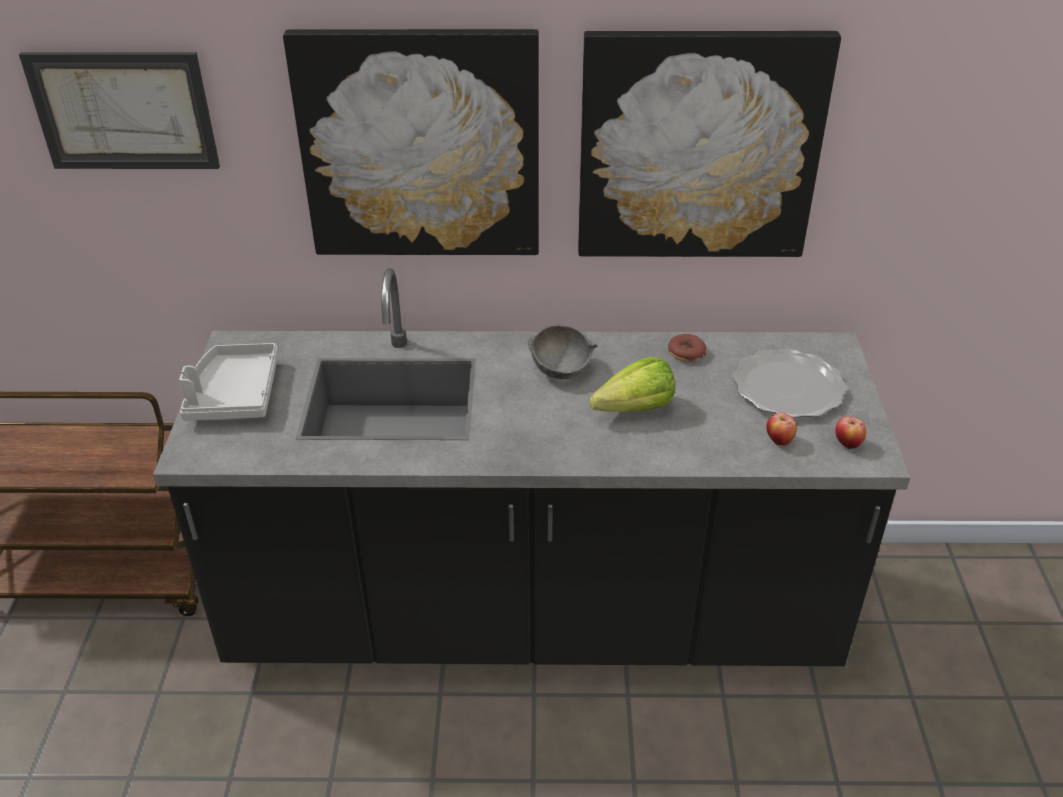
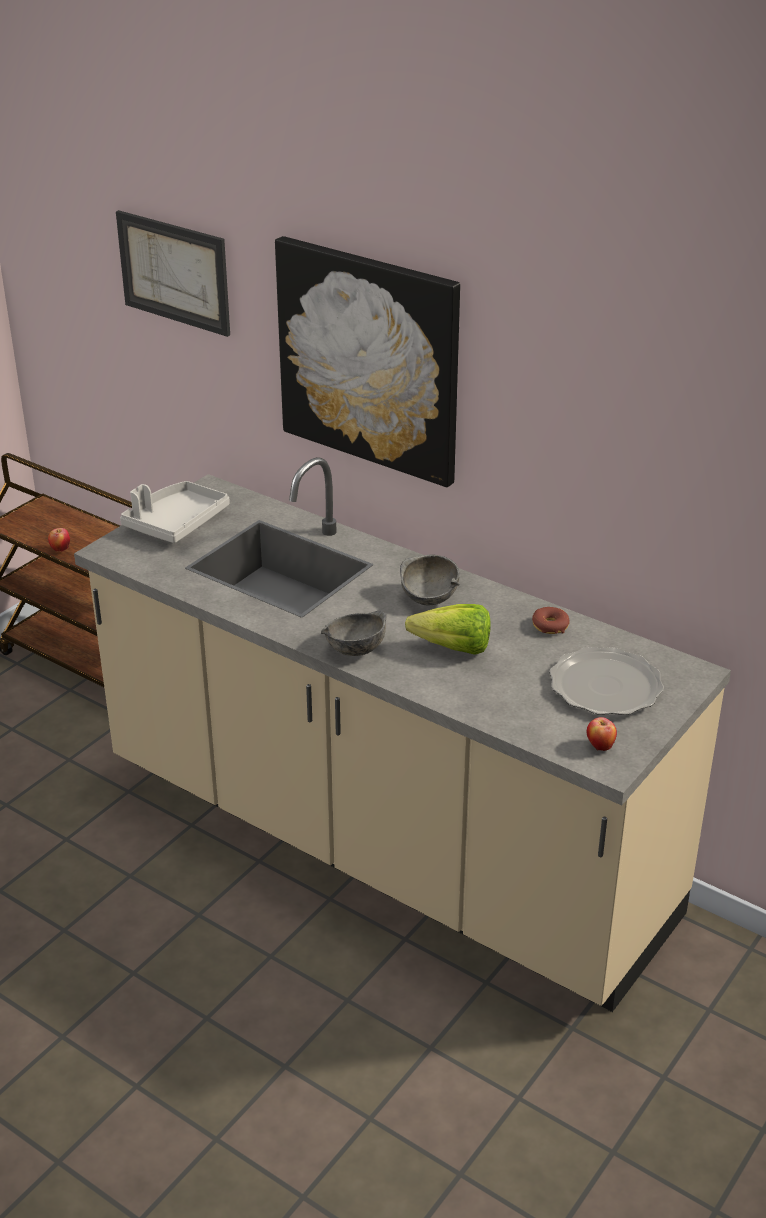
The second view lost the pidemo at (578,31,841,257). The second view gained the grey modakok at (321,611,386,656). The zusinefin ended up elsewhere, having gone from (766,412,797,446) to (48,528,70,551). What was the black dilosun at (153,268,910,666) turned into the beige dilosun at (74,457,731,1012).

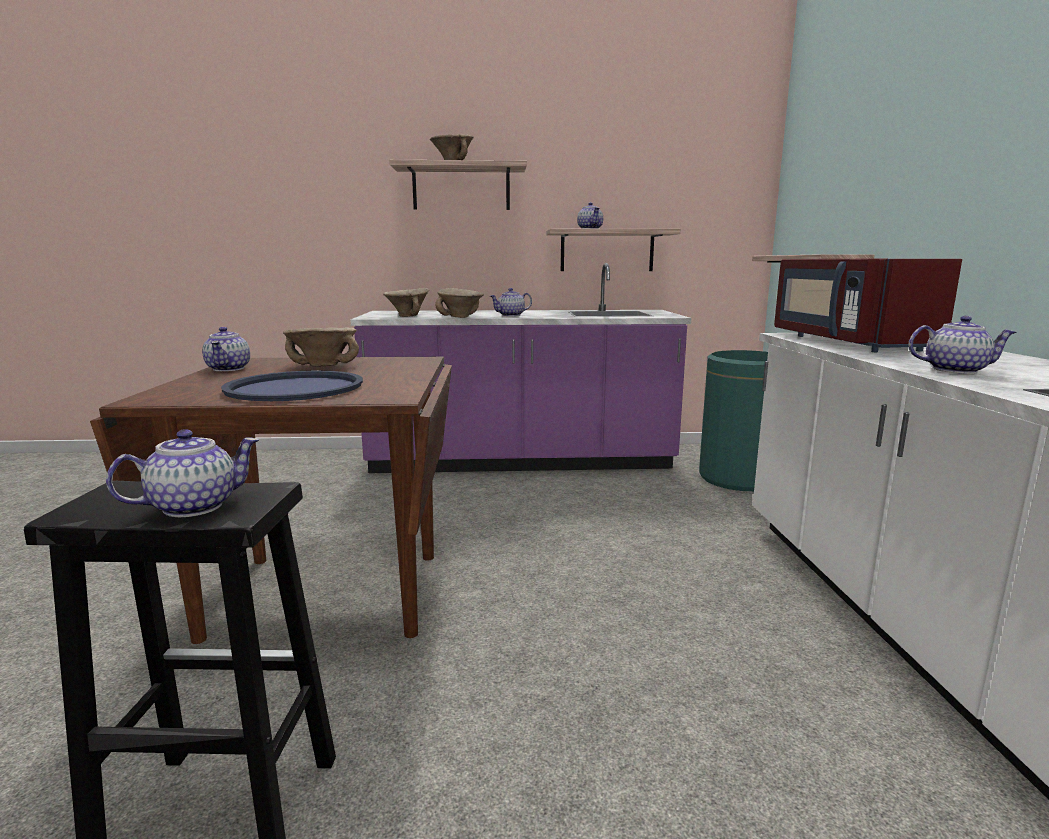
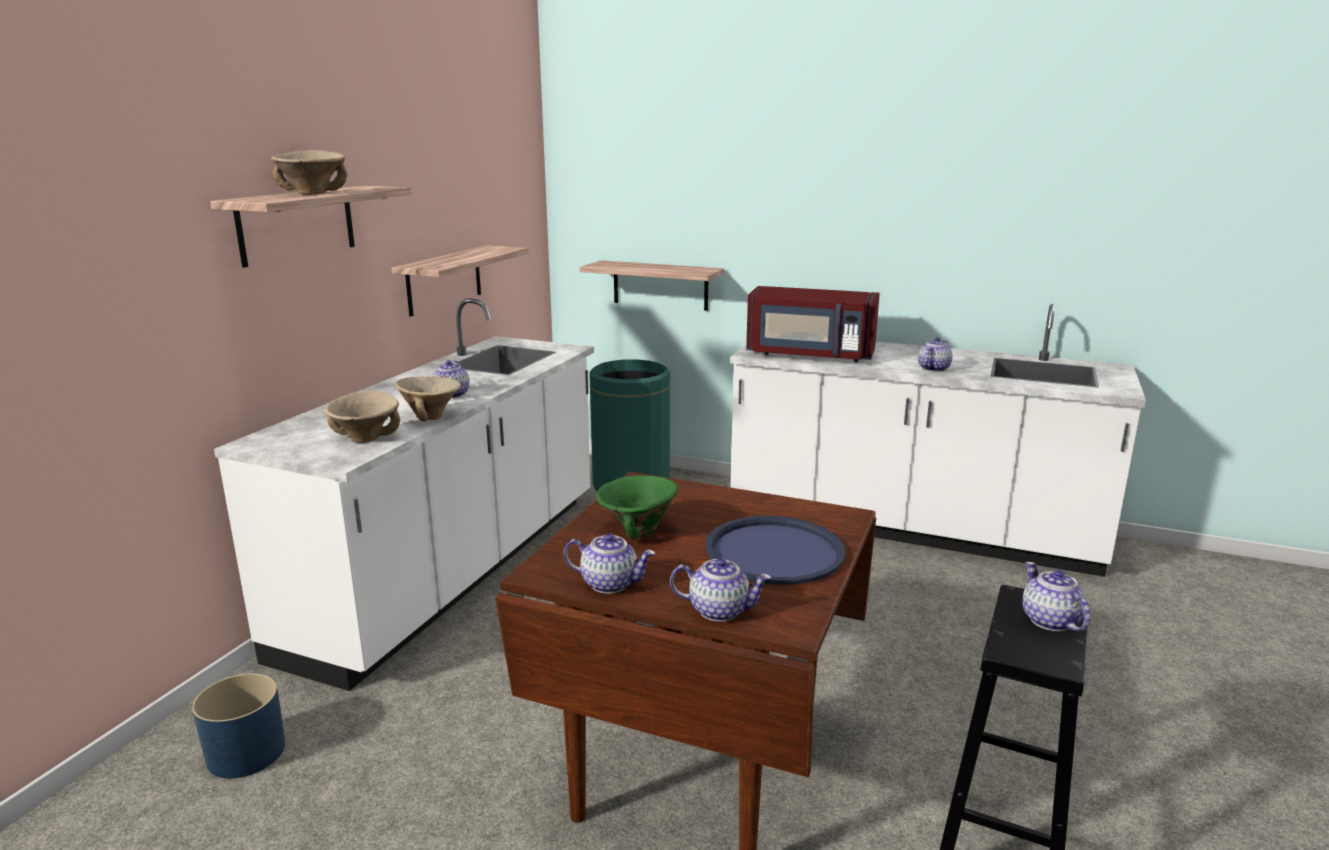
The second view gained the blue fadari at (192,673,285,779). The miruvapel ended up elsewhere, having gone from (577,202,603,229) to (670,558,771,622). What was the beige modakok at (283,328,359,366) turned into the green modakok at (597,475,679,540). What was the purple dilosun at (351,263,691,473) turned into the white dilosun at (214,298,594,691).

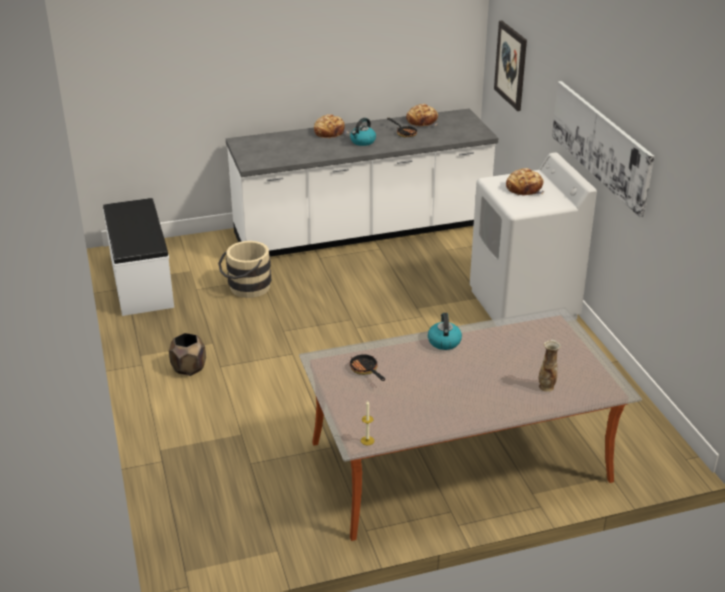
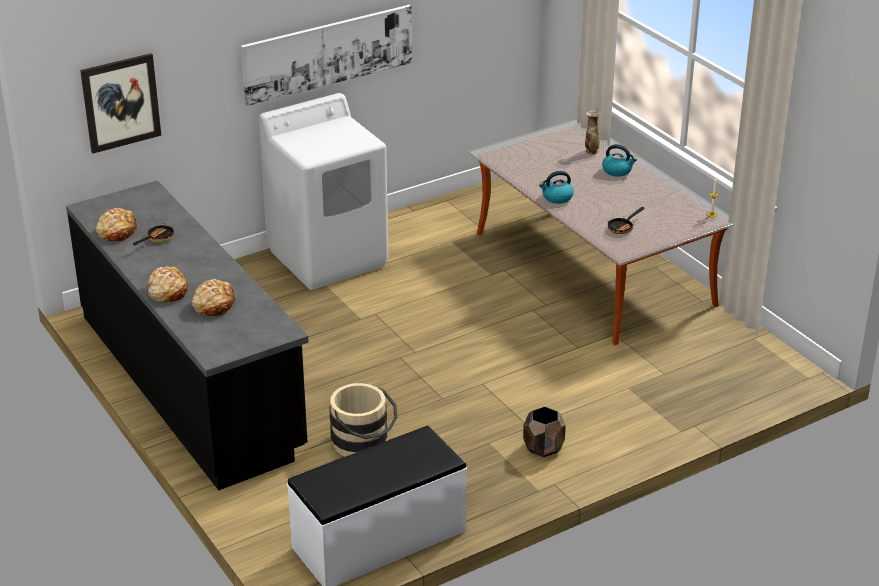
The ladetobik ended up elsewhere, having gone from (350,118,376,146) to (602,144,637,176). The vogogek ended up elsewhere, having gone from (506,168,544,195) to (192,279,235,316). What was the white dilosun at (226,109,498,257) turned into the black dilosun at (66,181,309,490).

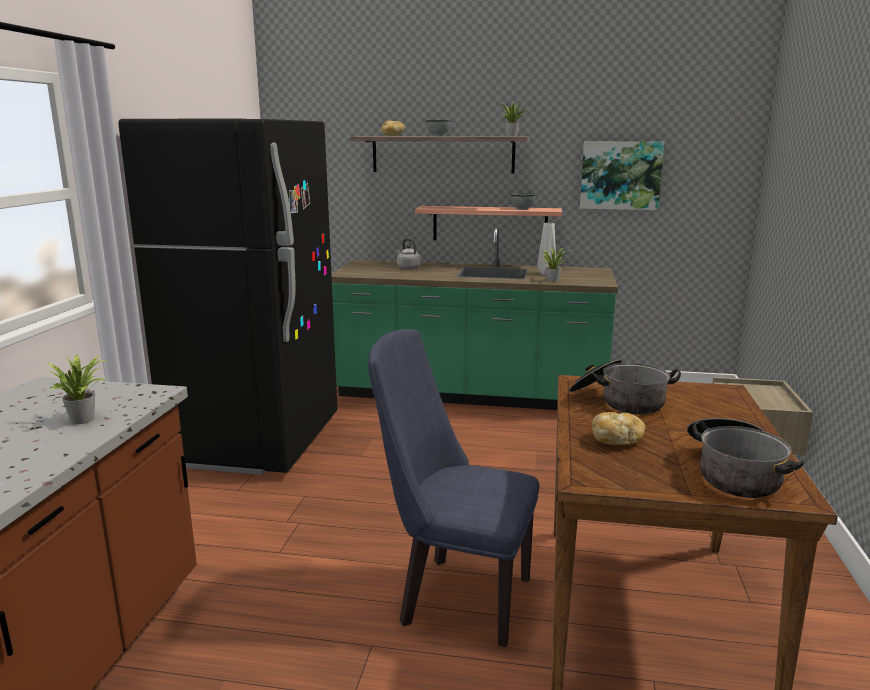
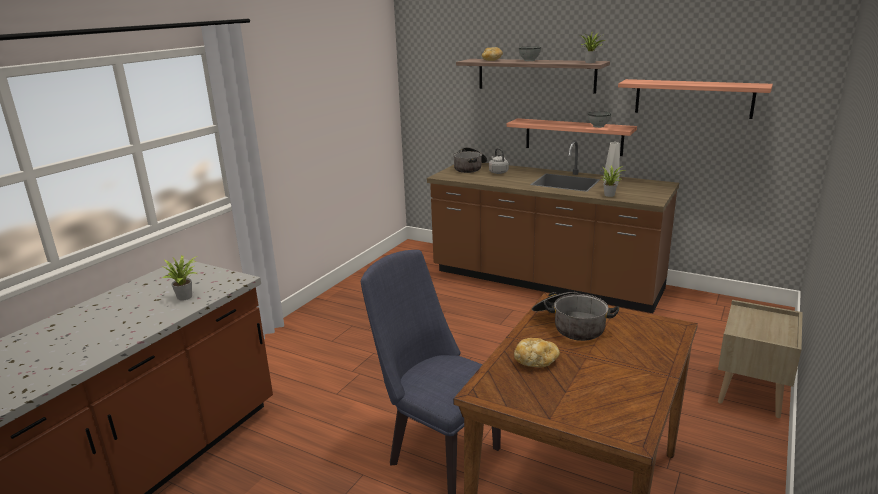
The second view lost the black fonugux at (118,118,337,475). The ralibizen ended up elsewhere, having gone from (687,418,804,498) to (453,147,487,173). Where the pidemo hung at (580,141,665,210), the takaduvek came to hang at (618,79,773,119). What was the green dilosun at (331,226,618,410) turned into the brown dilosun at (427,141,679,313).

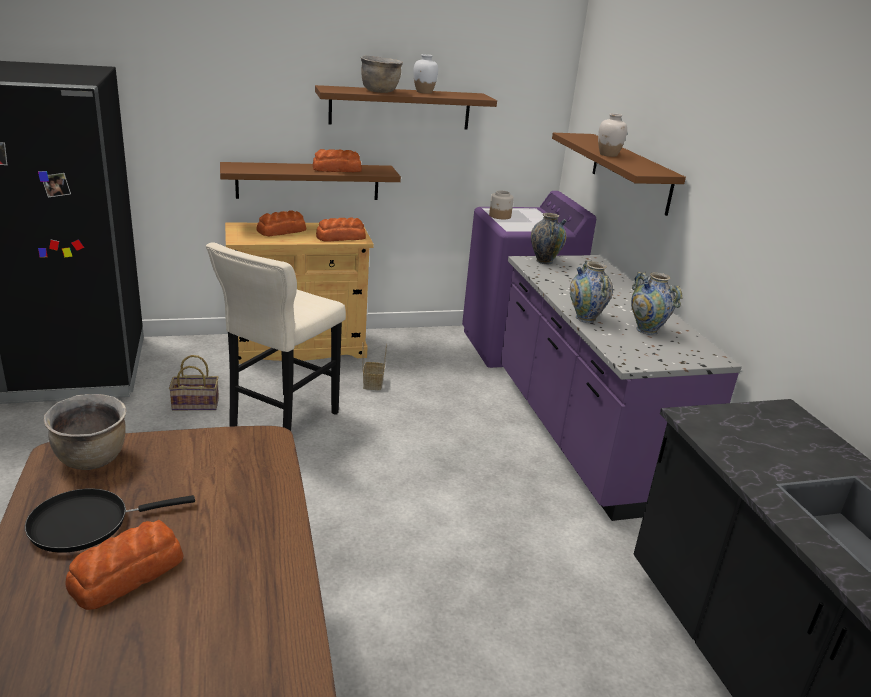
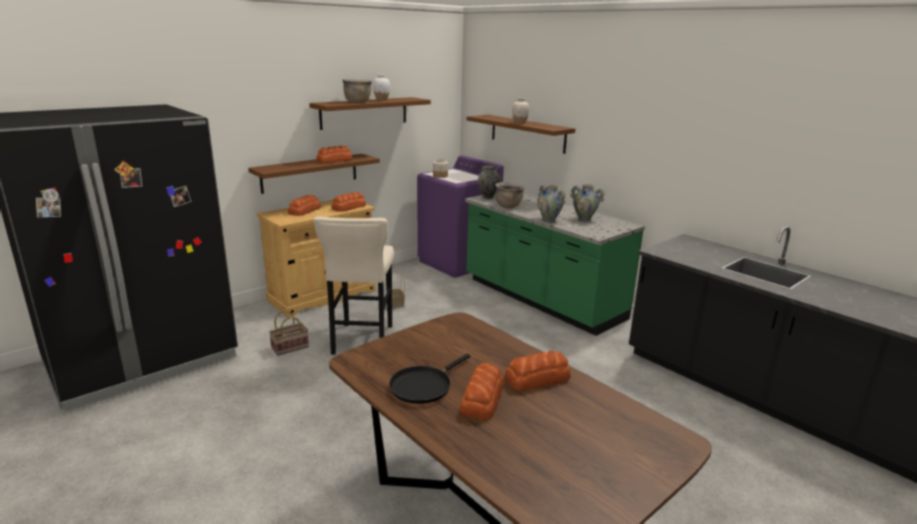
The second view gained the vogogek at (505,351,571,391). The brown ralibizen ended up elsewhere, having gone from (44,394,126,470) to (495,182,524,208). What was the purple dilosun at (500,255,742,521) turned into the green dilosun at (465,192,645,336).

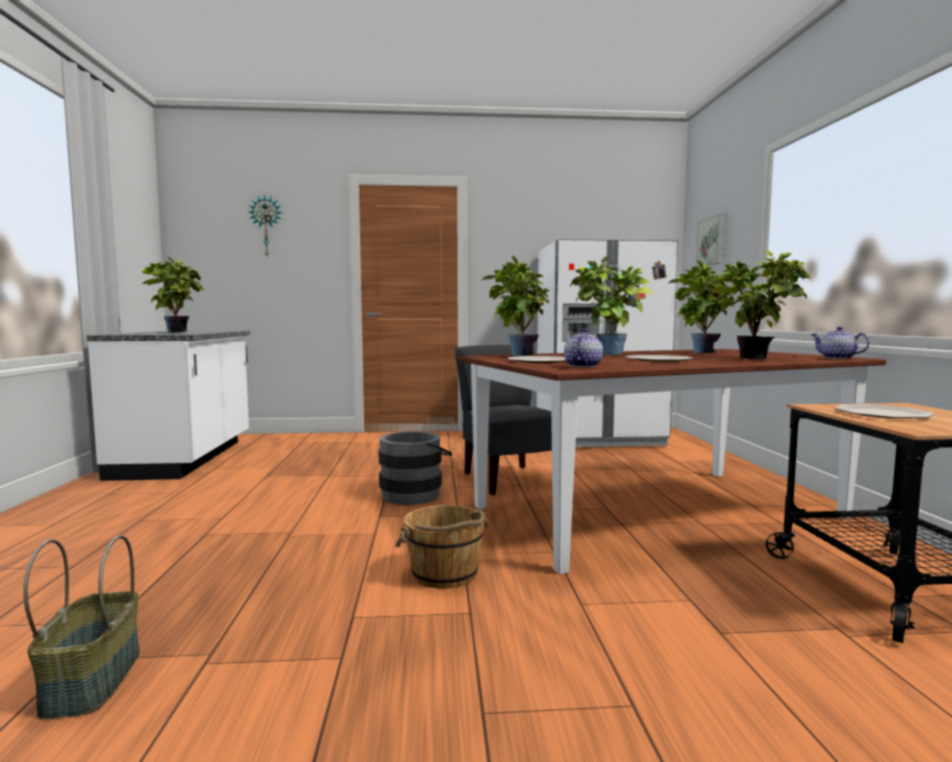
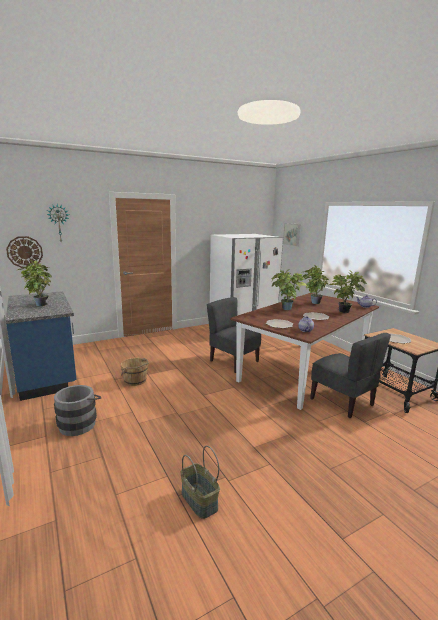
The second view lost the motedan at (482,255,550,356). The second view gained the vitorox at (6,236,43,268). The second view gained the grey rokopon at (310,333,391,418). The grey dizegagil ended up elsewhere, having gone from (379,431,452,505) to (54,385,101,436). The brown dizegagil ended up elsewhere, having gone from (395,505,488,588) to (121,358,149,386). What was the white dilosun at (87,331,250,481) turned into the blue dilosun at (6,291,77,401).

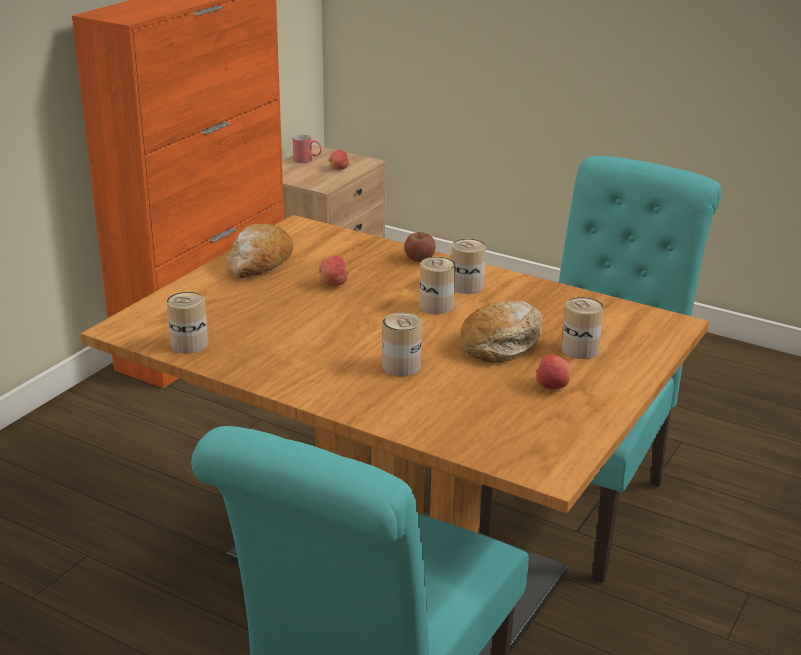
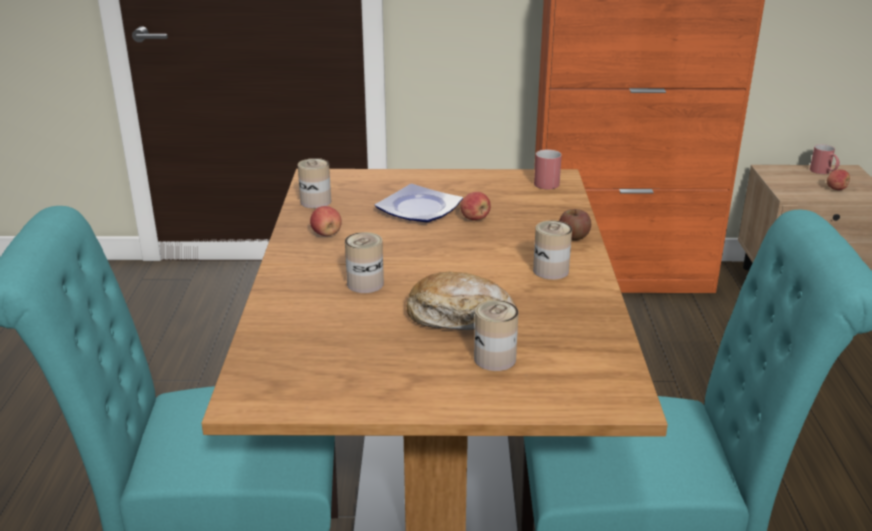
The second view lost the vogogek at (227,223,293,278). The second view lost the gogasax at (419,257,456,314). The second view gained the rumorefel at (375,184,463,222). The second view gained the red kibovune at (534,150,562,189). The zusinefin ended up elsewhere, having gone from (536,354,571,389) to (310,206,342,236).

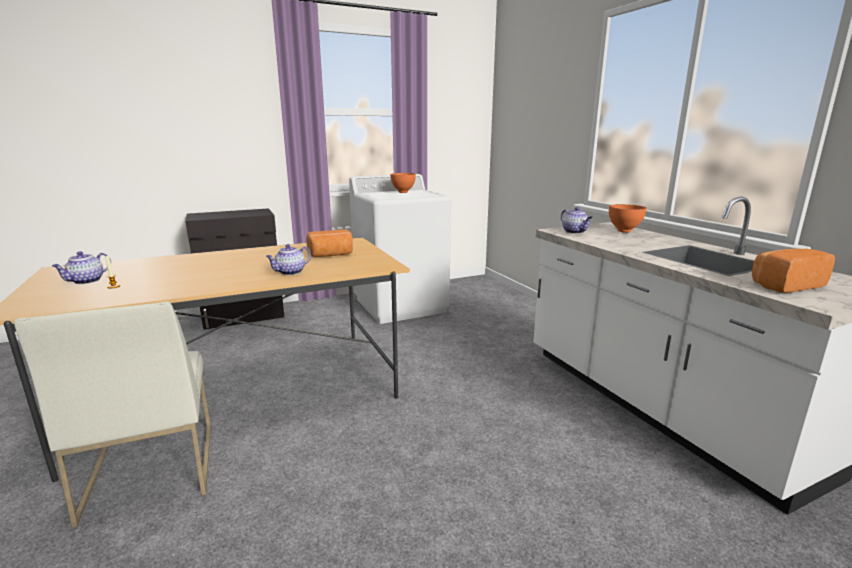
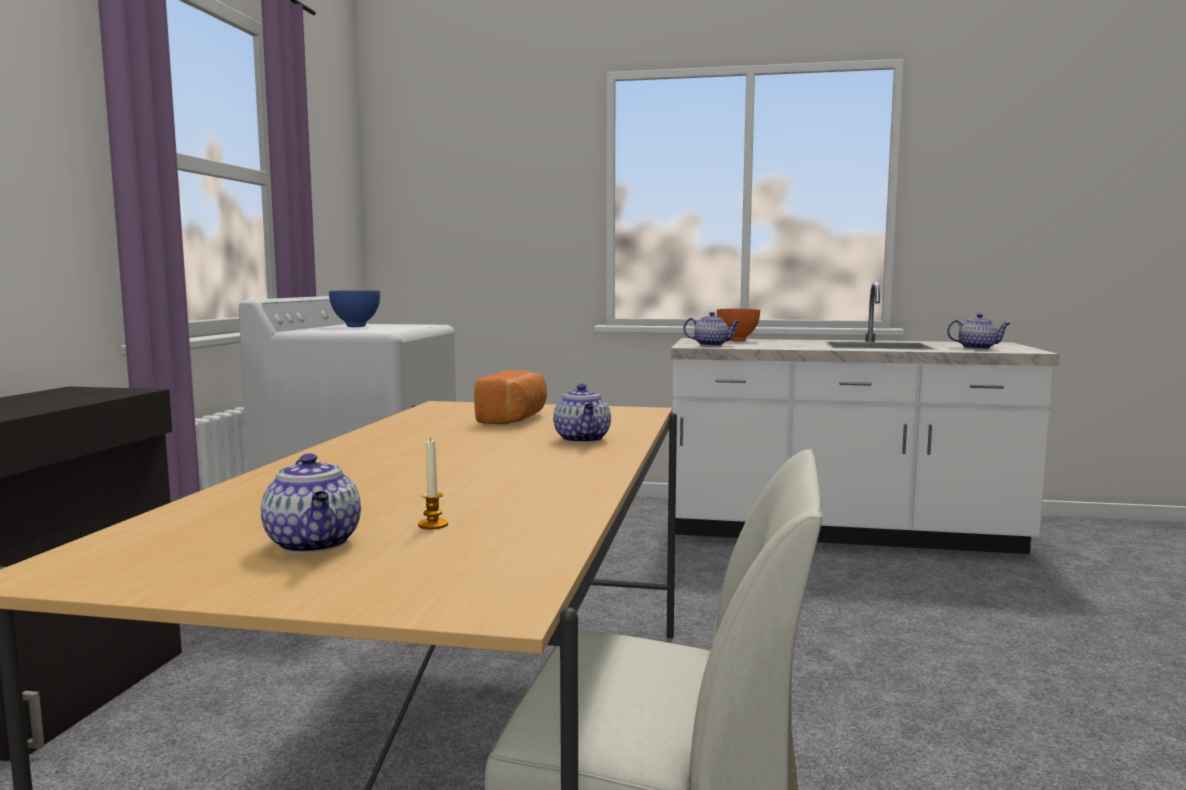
Where the vogogek stood at (752,249,835,293), the miruvapel came to stand at (947,313,1011,349). What was the orange modakok at (390,173,416,193) turned into the blue modakok at (329,290,380,327).

